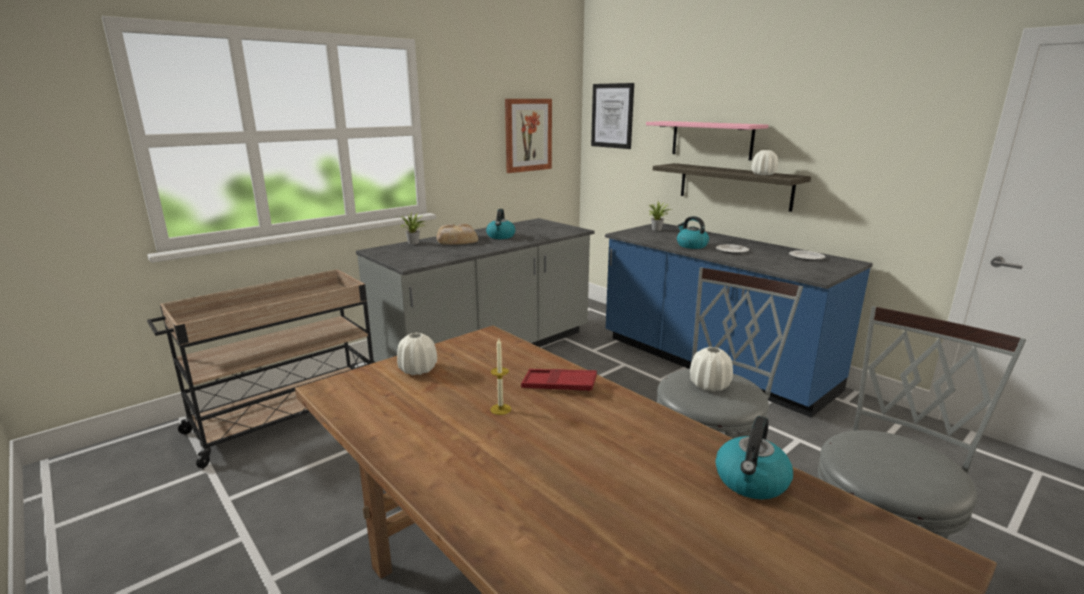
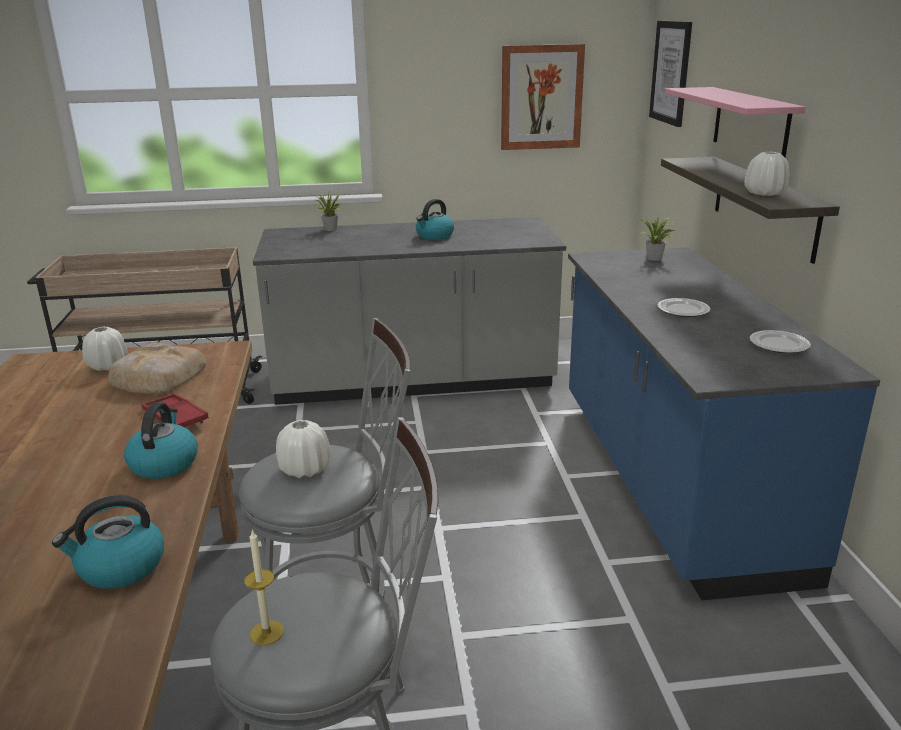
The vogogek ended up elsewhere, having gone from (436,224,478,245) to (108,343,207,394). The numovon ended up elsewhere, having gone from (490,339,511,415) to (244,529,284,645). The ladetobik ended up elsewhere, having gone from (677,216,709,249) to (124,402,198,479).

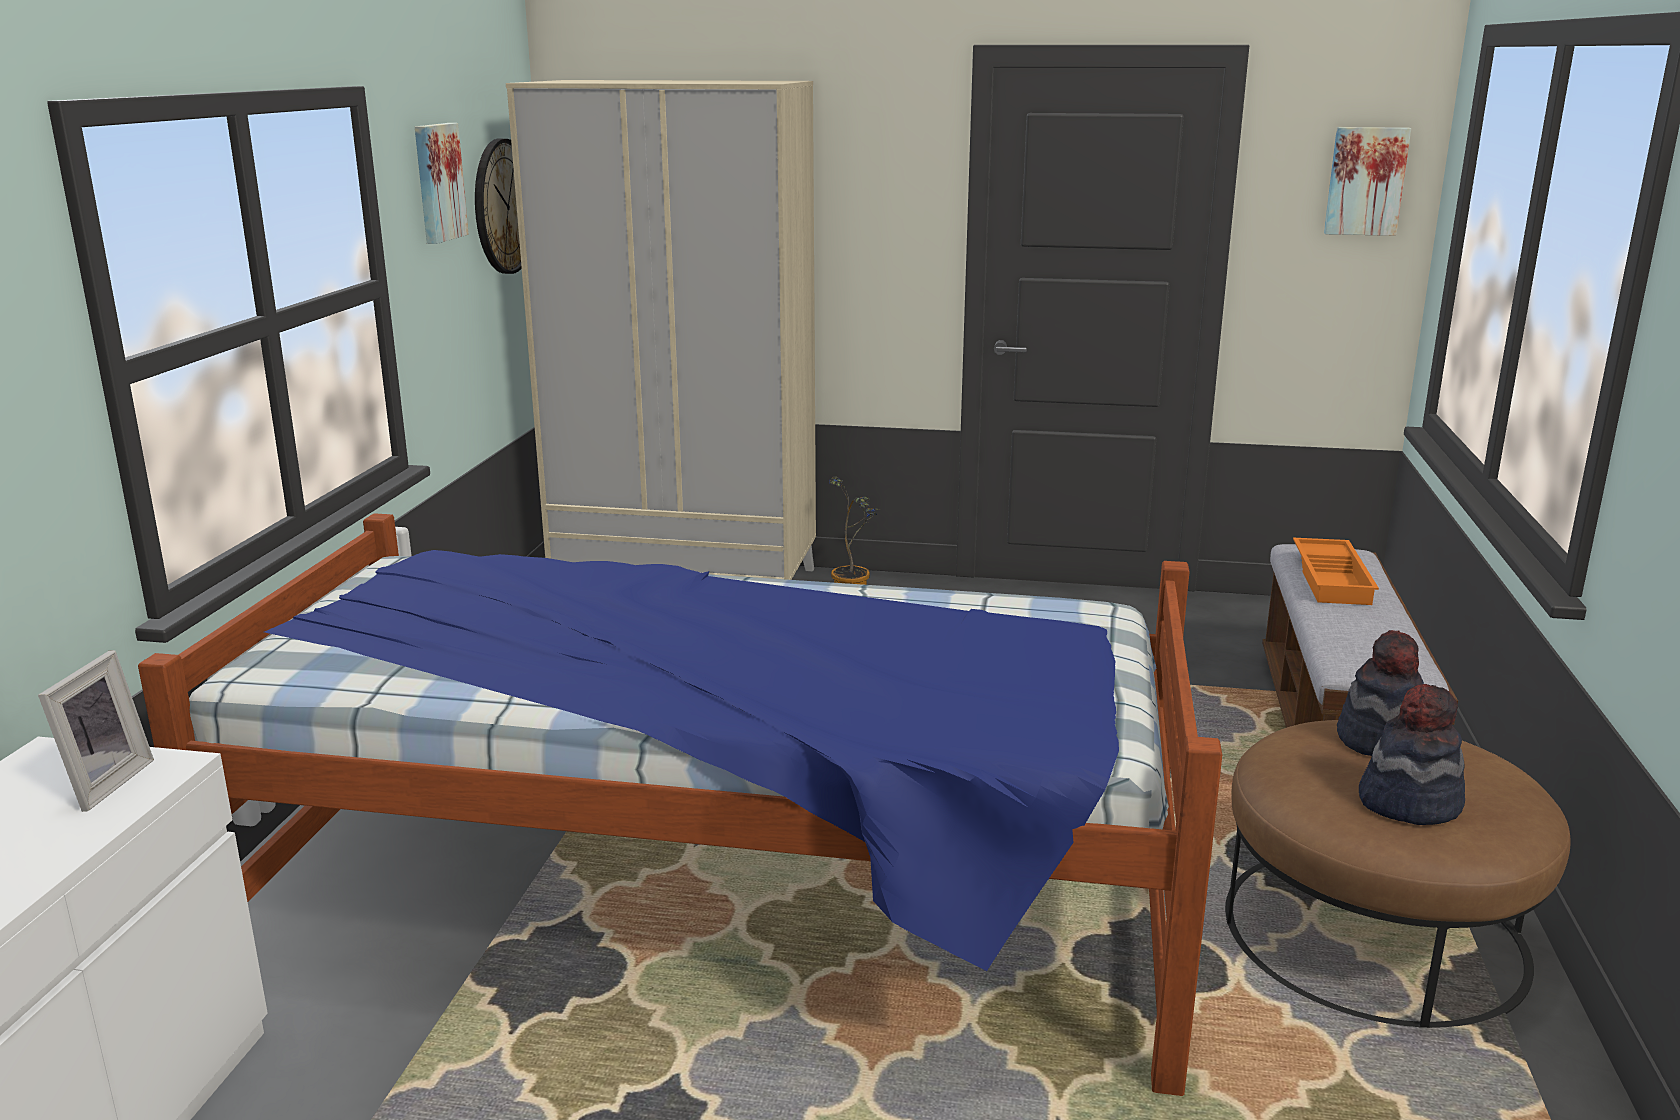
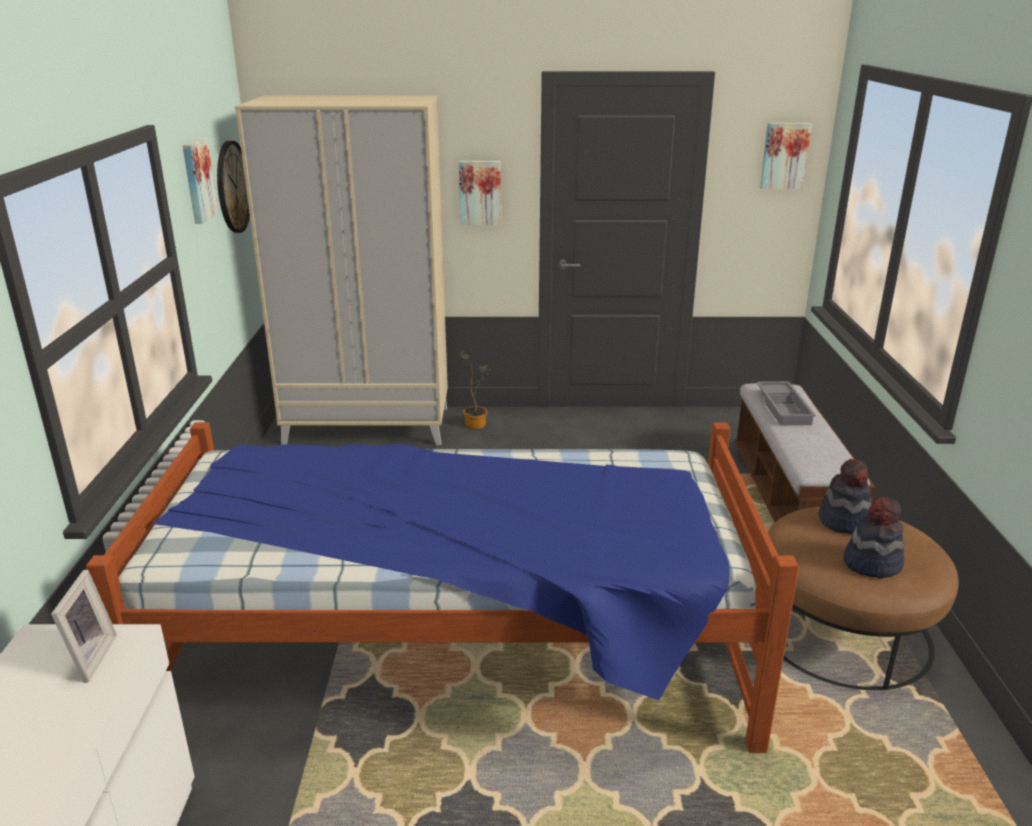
The second view gained the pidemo at (459,161,501,225). What was the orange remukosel at (1293,538,1379,605) turned into the grey remukosel at (756,381,816,426).

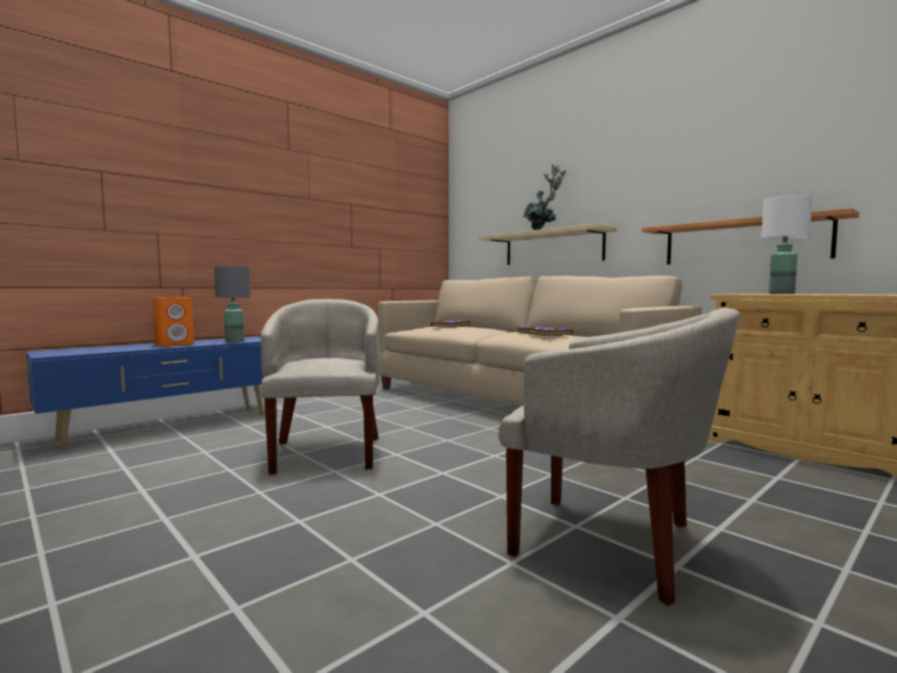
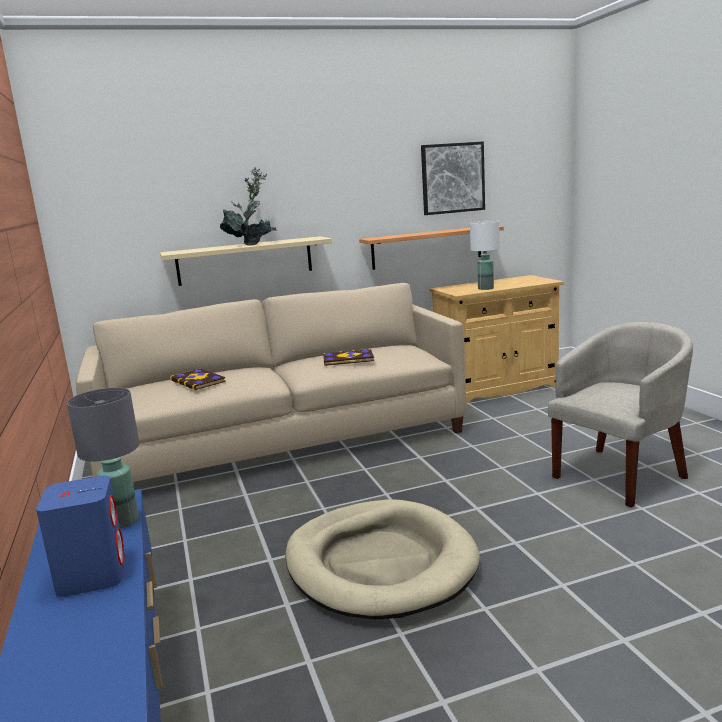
The second view gained the pidemo at (421,141,485,215). Where the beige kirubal stood at (261,299,381,474), the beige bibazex came to stand at (285,499,480,619). What was the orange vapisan at (152,297,194,347) turned into the blue vapisan at (36,476,125,597).

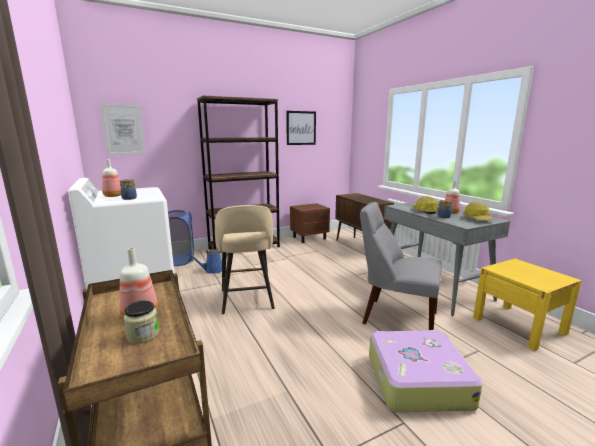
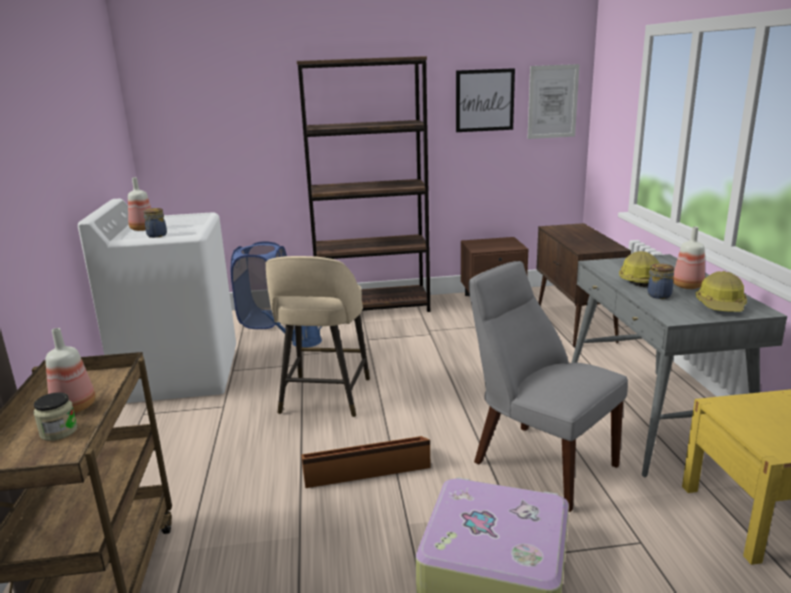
The second view gained the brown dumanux at (301,436,431,488). The pidemo ended up elsewhere, having gone from (100,103,146,155) to (527,64,580,139).

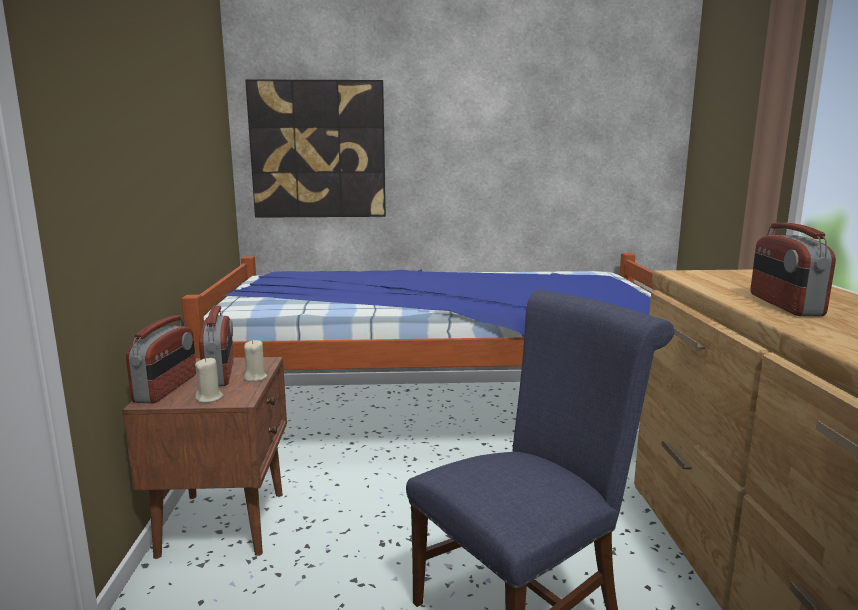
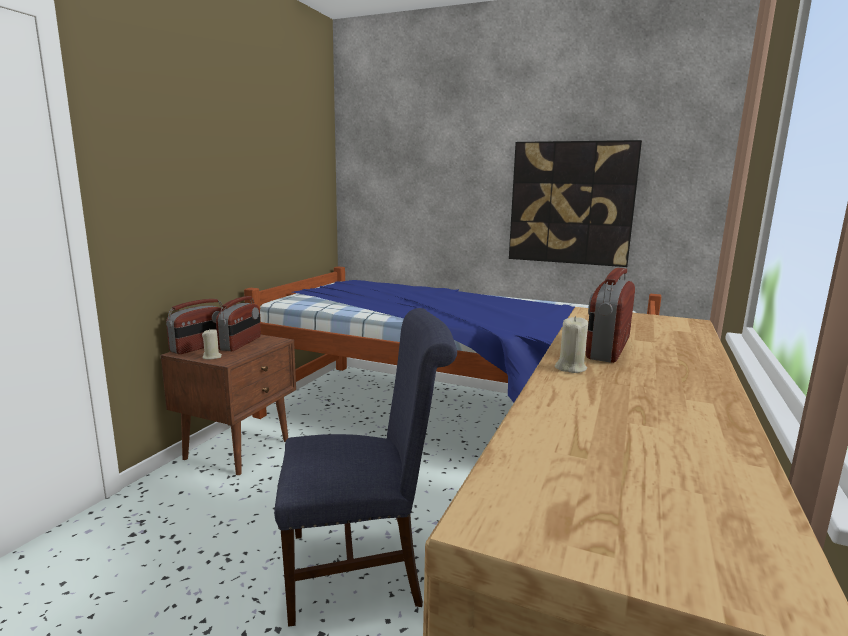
The beige numovon ended up elsewhere, having gone from (243,340,267,382) to (555,316,588,373). The pidemo ended up elsewhere, having gone from (245,79,386,218) to (509,140,642,267).

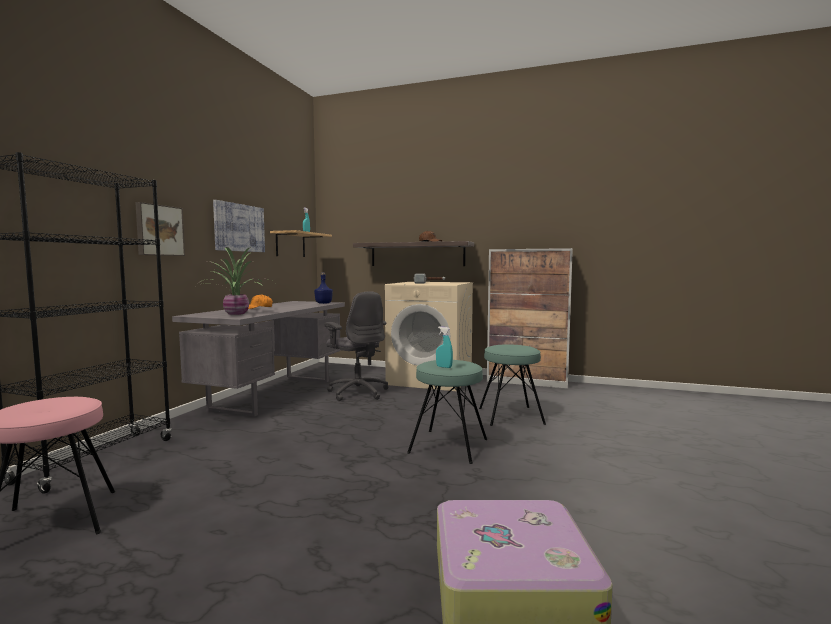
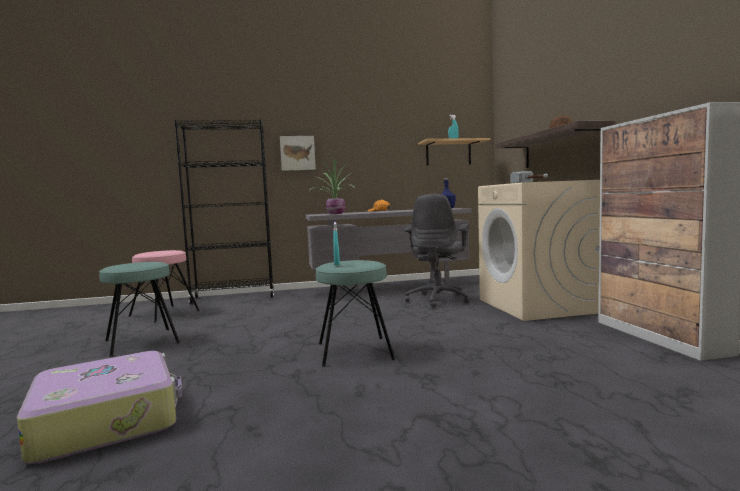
The second view lost the pidemo at (213,200,265,252). The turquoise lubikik ended up elsewhere, having gone from (479,344,546,426) to (99,262,180,357).

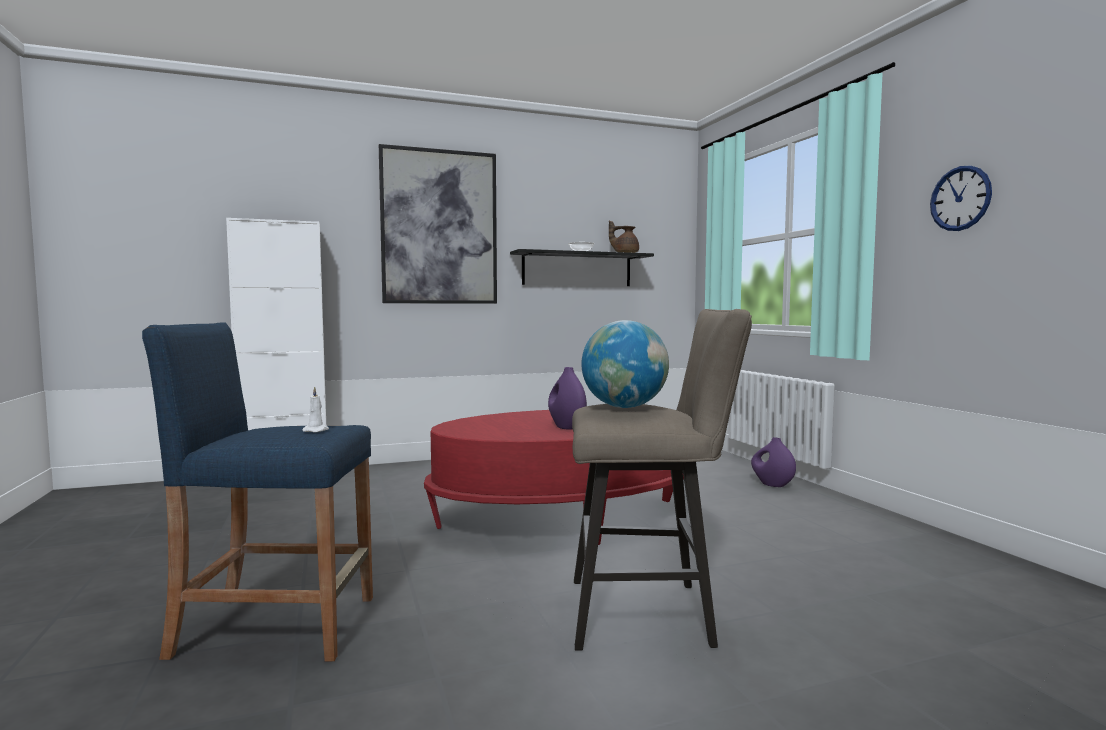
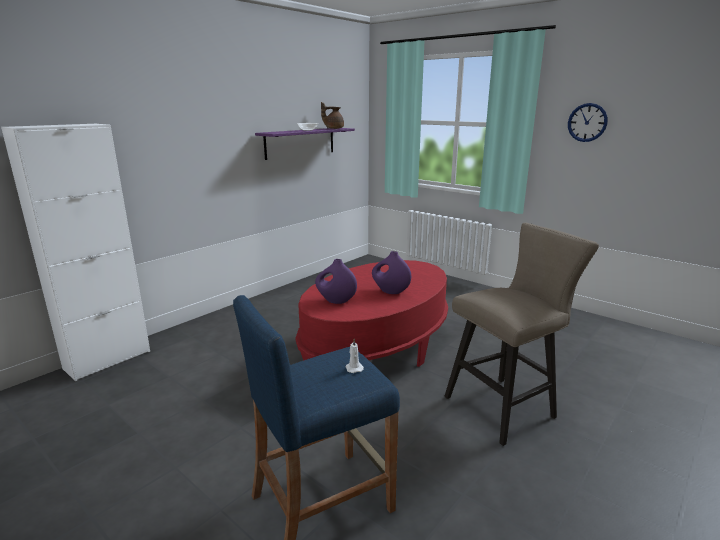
The second view lost the pidemo at (379,144,497,304). The second view lost the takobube at (581,320,669,408). The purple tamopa ended up elsewhere, having gone from (751,437,796,487) to (315,259,357,304). What was the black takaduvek at (510,249,654,286) turned into the purple takaduvek at (255,128,355,160).

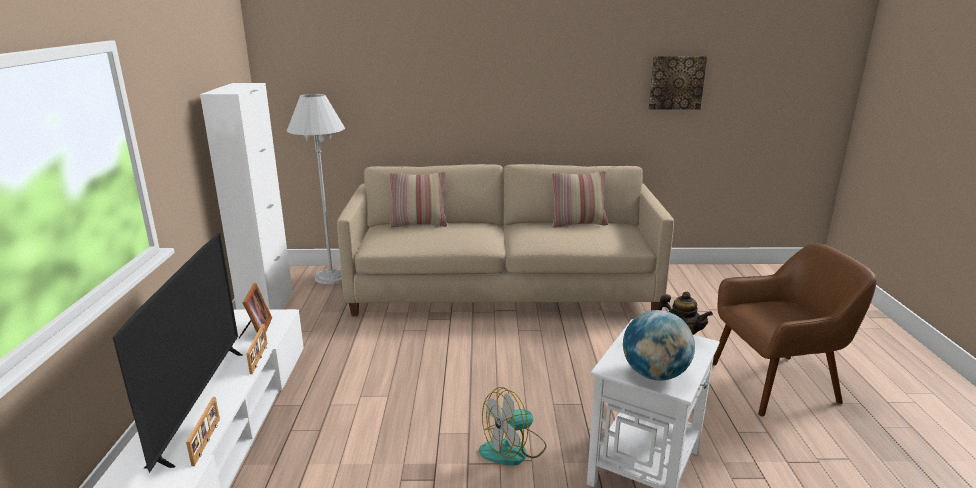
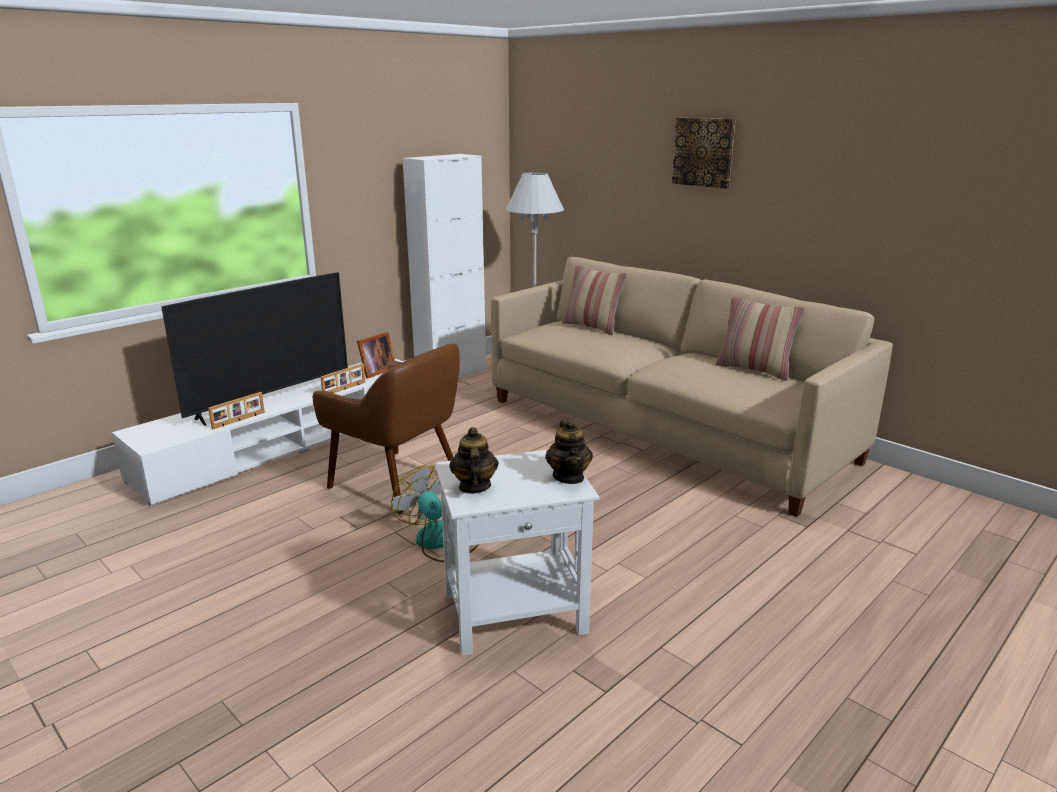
The pidemo ended up elsewhere, having gone from (648,56,707,110) to (672,118,736,189). The brown kirubal ended up elsewhere, having gone from (712,243,877,417) to (313,343,460,514). Where the takobube stood at (623,310,695,381), the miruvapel came to stand at (449,427,499,494). The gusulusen at (479,387,547,466) ended up facing another way, 45 degrees clockwise from before.

